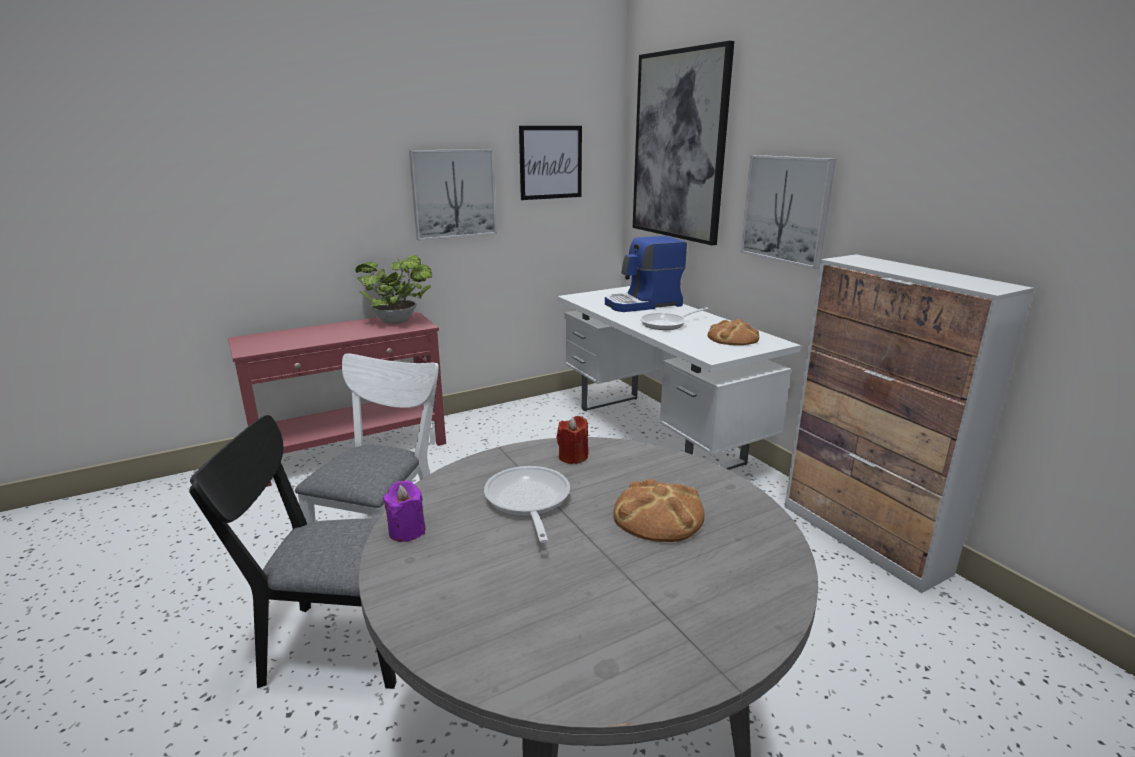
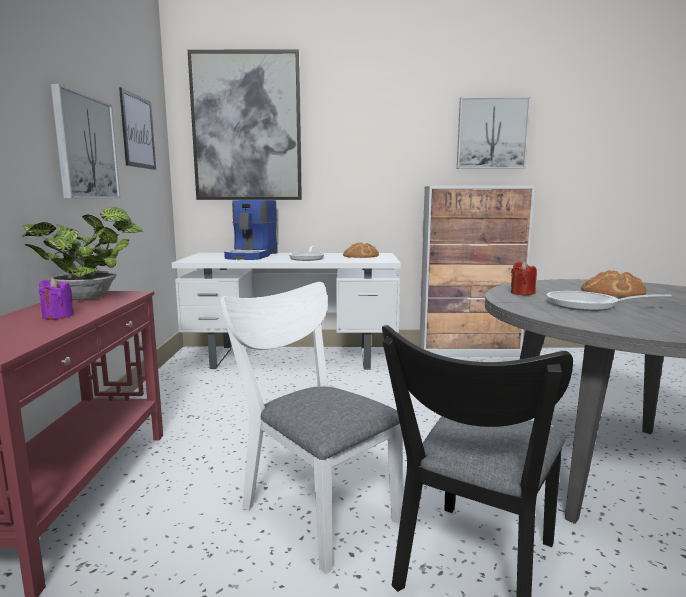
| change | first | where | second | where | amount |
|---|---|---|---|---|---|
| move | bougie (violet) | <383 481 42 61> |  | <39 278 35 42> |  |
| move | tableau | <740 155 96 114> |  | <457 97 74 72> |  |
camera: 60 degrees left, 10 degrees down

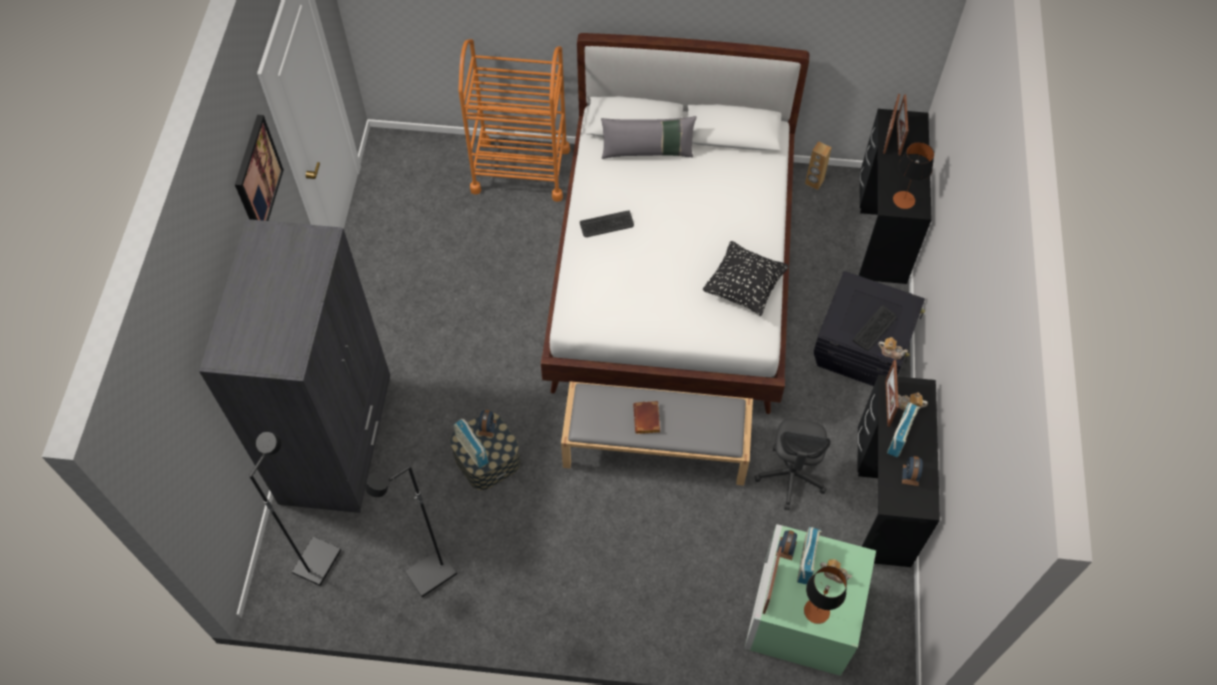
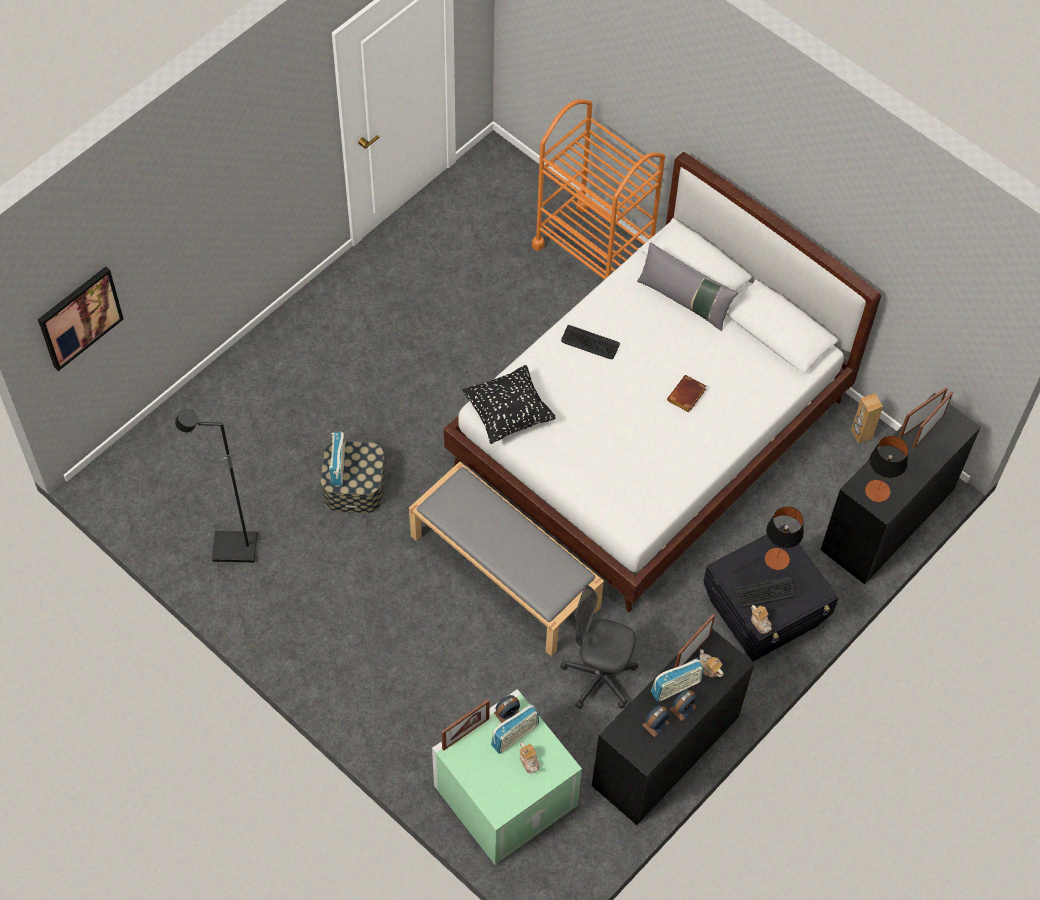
| change | first | where | second | where | amount |
|---|---|---|---|---|---|
| delete | armoire (gris) | <199 219 191 294> |  |  |  |
| delete | lampadaire (noir) | <249 432 92 154> |  |  |  |
| move | tableau | <235 115 49 106> |  | <38 267 85 104> |  |
| move | réveil | <478 410 19 27> |  | <669 689 28 32> |  |
| move | livre (marron) | <633 401 27 33> |  | <667 375 39 37> |  |
| move | coussin (noir) | <702 241 87 75> |  | <463 365 93 79> |  |
| move | lampe de table | <804 566 43 58> |  | <765 507 39 63> |  |
| rotate | chaise de bureau (gris) | <755 418 76 92> |  | <560 585 78 124> | 60 degrees clockwise |
camera: 35 degrees right, 0 degrees up

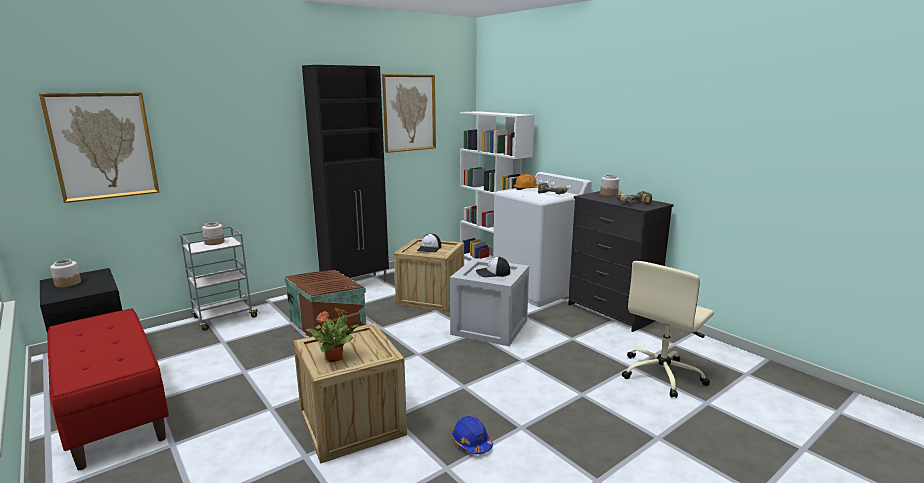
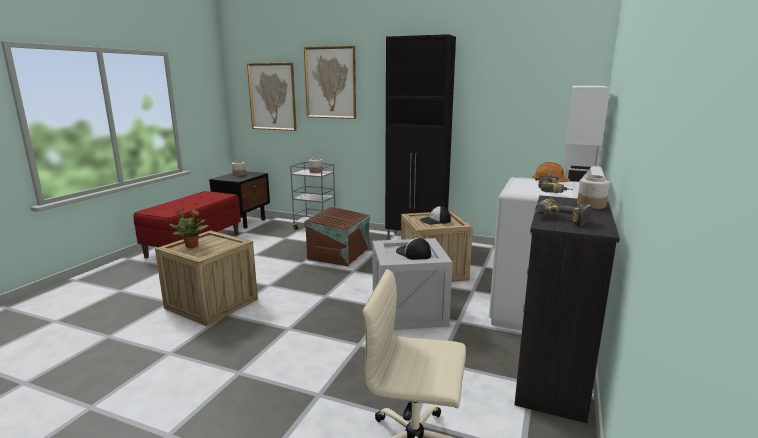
| change | first | where | second | where | amount |
|---|---|---|---|---|---|
| delete | casque de chantier (bleu) | <452 416 41 38> |  |  |  |
| move | tableau | <382 74 54 79> |  | <304 46 52 73> |  |
camera: 60 degrees right, 0 degrees up

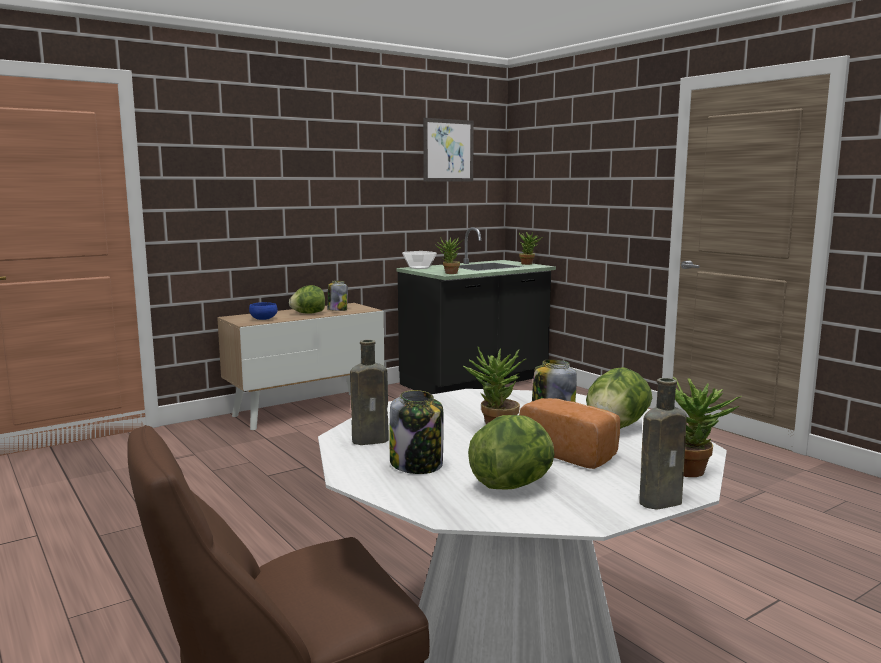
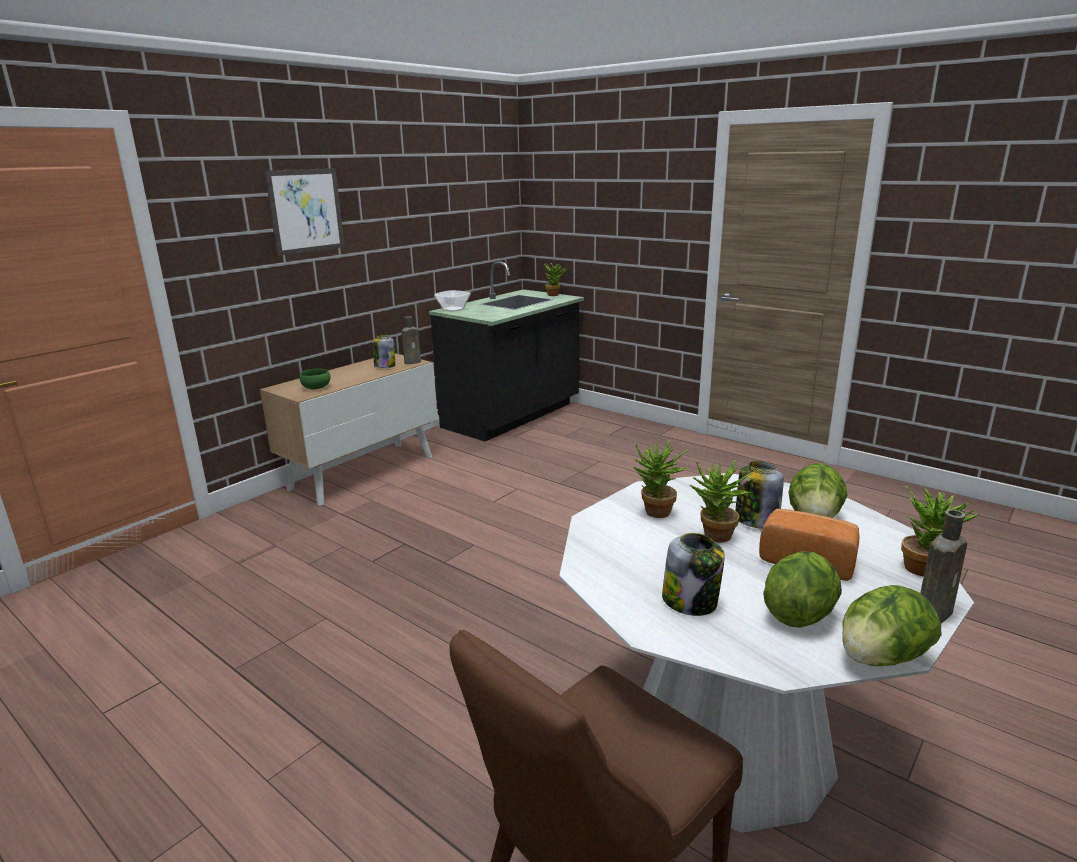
| change | first | where | second | where | amount |
|---|---|---|---|---|---|
| move | laitue | <289 285 36 29> |  | <842 585 99 81> |  |
| move | bouteille (marron) | <350 340 39 105> |  | <402 316 19 48> |  |
| move | tableau | <423 118 51 64> |  | <265 168 80 88> |  |
| move | plante en pot | <436 237 27 37> |  | <633 440 56 78> |  |
| recolor | bol (bleu) | <249 302 29 18> | bol (vert) | <299 369 32 21> |  |
camera: 15 degrees left, 10 degrees up

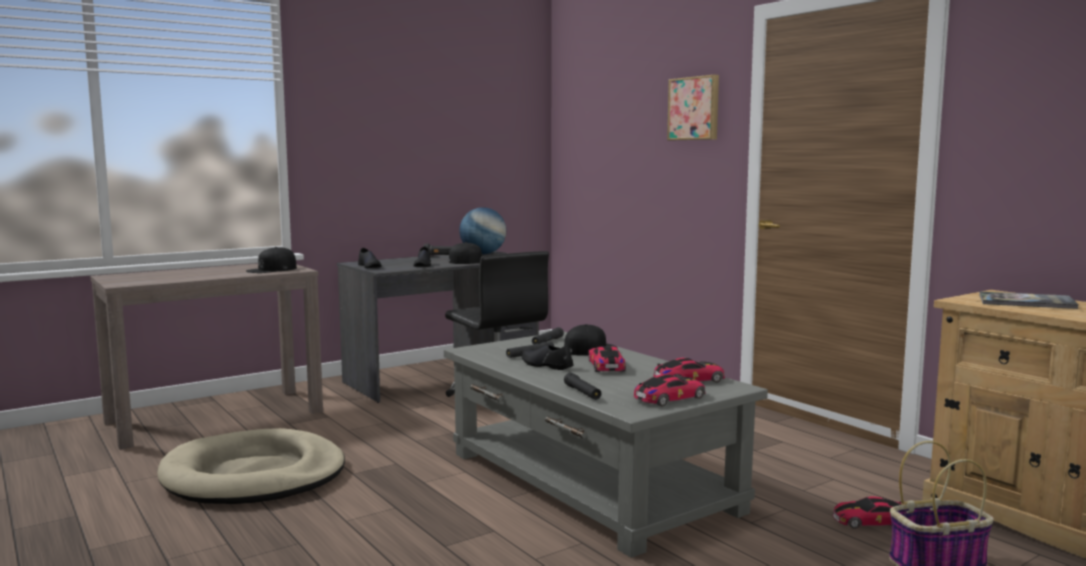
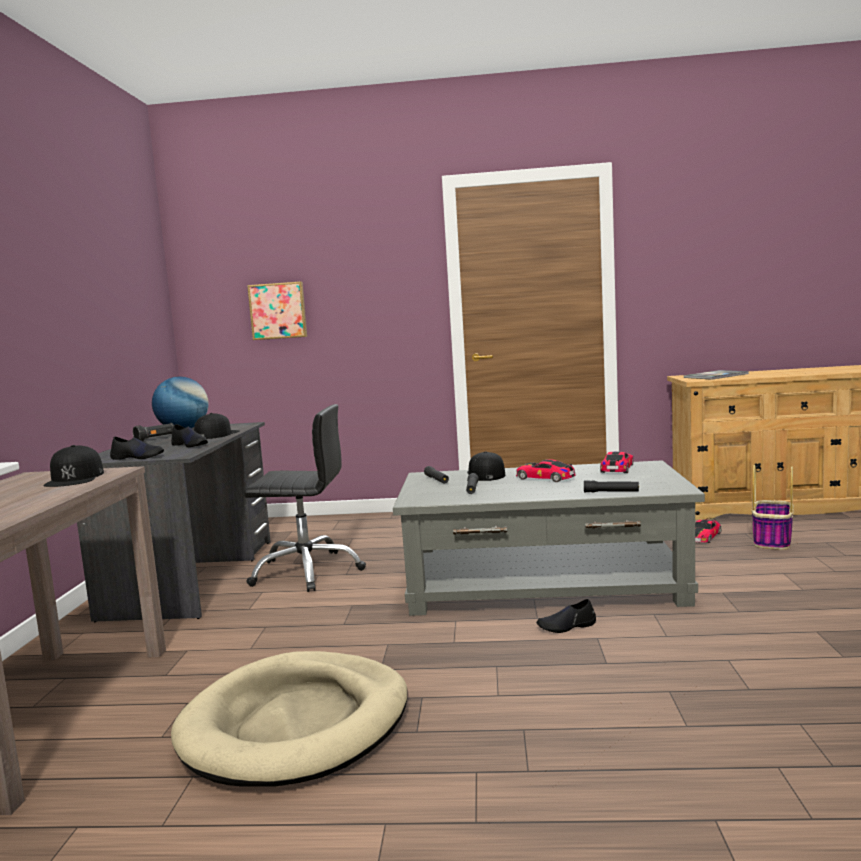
| change | first | where | second | where | amount |
|---|---|---|---|---|---|
| delete | petite voiture | <634 374 72 33> |  |  |  |
| move | chaussure (noir) | <522 345 51 25> |  | <536 599 60 34> |  |
| move | tableau | <667 75 52 65> |  | <247 281 60 59> |  |
camera: 50 degrees left, 0 degrees up

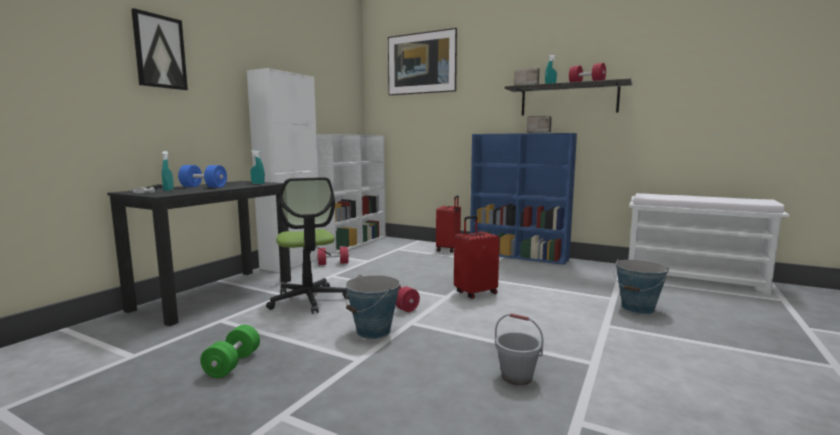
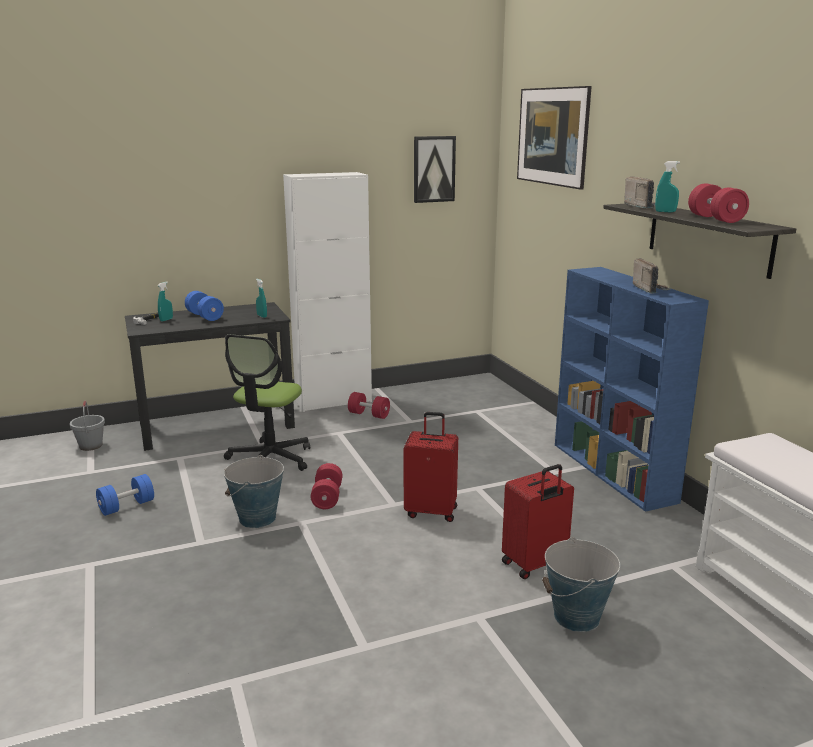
| change | first | where | second | where | amount |
|---|---|---|---|---|---|
| delete | bibliothèque (blanc) | <316 134 70 120> |  |  |  |
| move | tableau | <131 8 57 82> |  | <414 136 42 67> |  |
| move | valise (rouge) | <436 195 25 58> |  | <502 464 72 115> |  |
| move | seau (gris) | <495 313 48 72> |  | <70 401 35 50> |  |
| recolor | haltère (vert) | <200 325 60 53> | haltère (bleu) | <96 474 58 42> |  |
camera: 40 degrees right, 10 degrees up

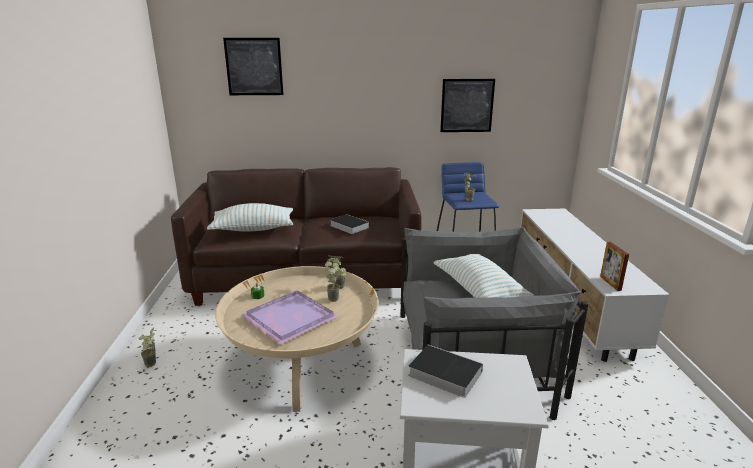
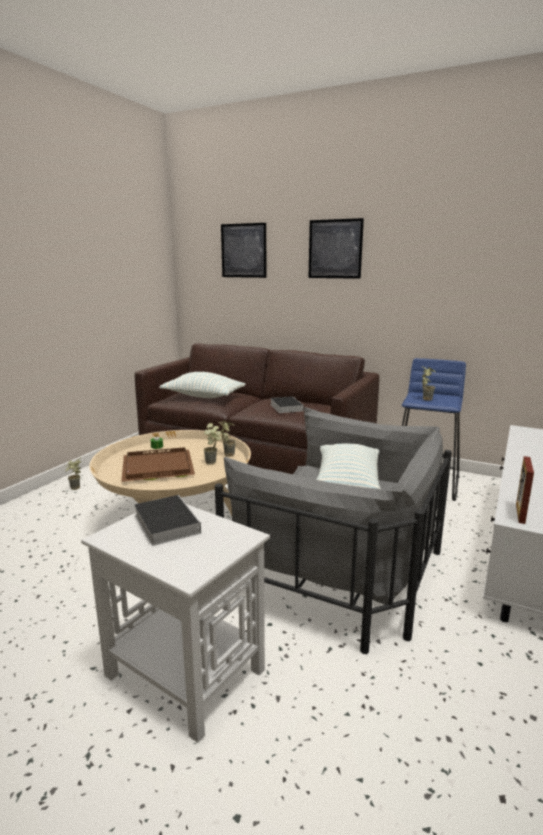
| change | first | where | second | where | amount |
|---|---|---|---|---|---|
| move | tableau | <440 79 55 53> |  | <309 218 55 61> |  |
| recolor | plateau (violet) | <241 290 98 55> | plateau (marron) | <121 447 74 35> |  |
camera: 30 degrees right, 5 degrees down

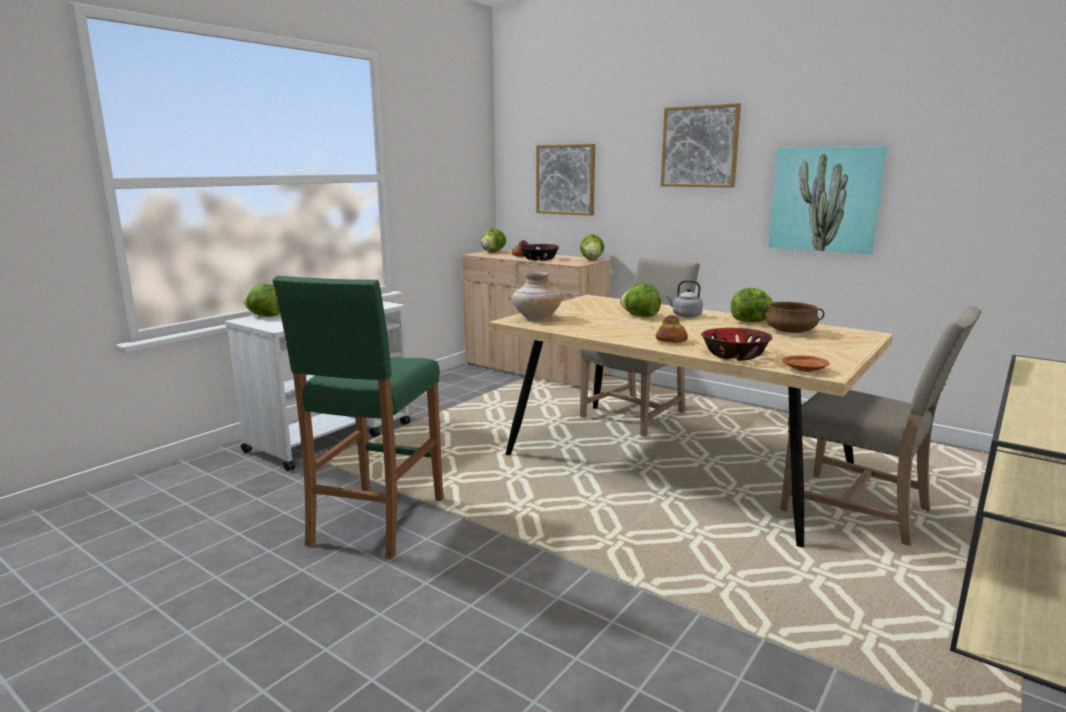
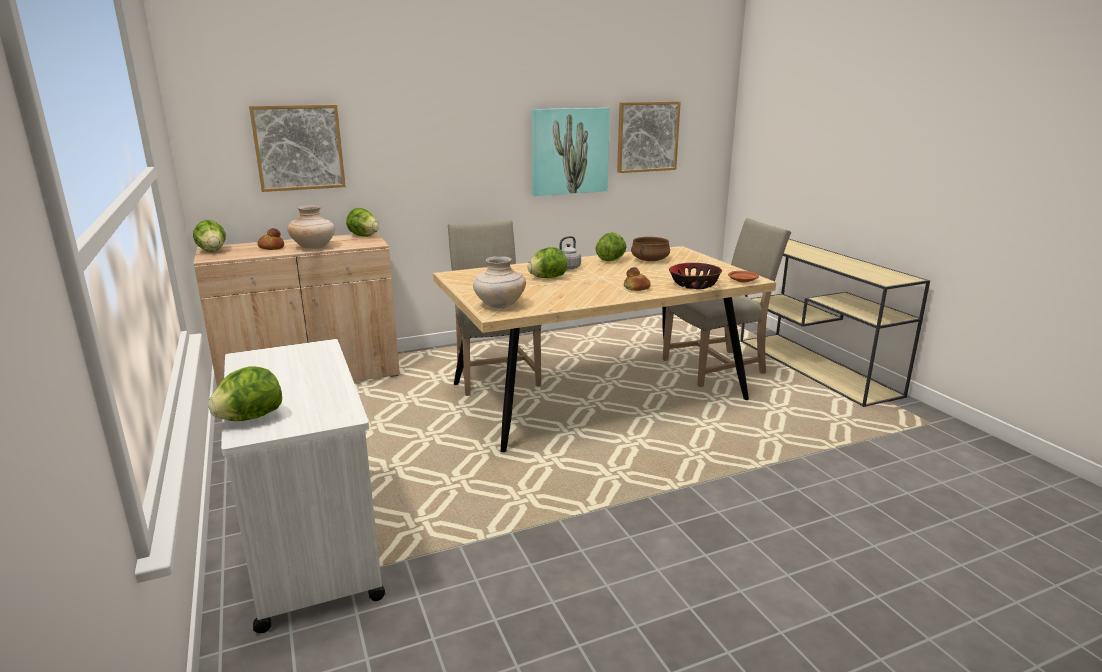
| change | first | where | second | where | amount |
|---|---|---|---|---|---|
| delete | tabouret (vert) | <272 276 171 283> |  |  |  |
| move | tableau | <661 103 80 85> |  | <617 101 64 72> |  |
| replace | bol | <520 244 39 17> | vase (beige) | <287 205 48 44> |  |
camera: 60 degrees left, 5 degrees up

